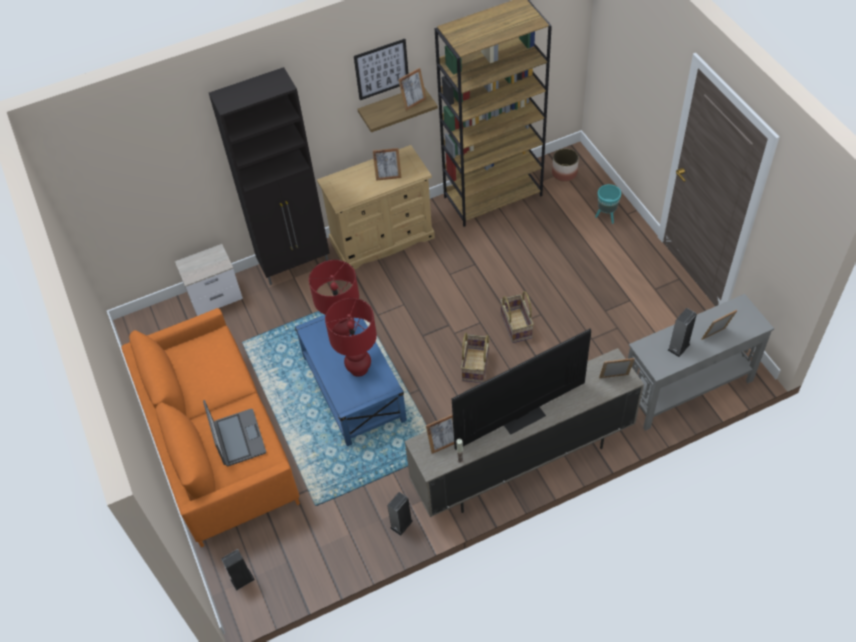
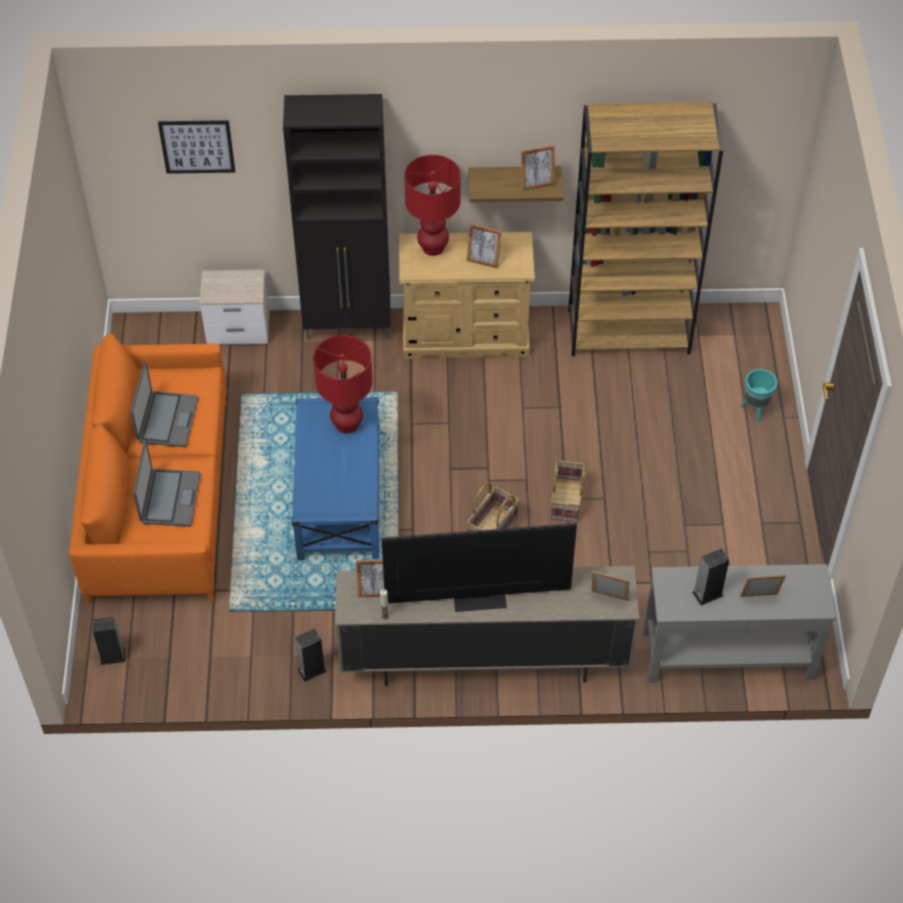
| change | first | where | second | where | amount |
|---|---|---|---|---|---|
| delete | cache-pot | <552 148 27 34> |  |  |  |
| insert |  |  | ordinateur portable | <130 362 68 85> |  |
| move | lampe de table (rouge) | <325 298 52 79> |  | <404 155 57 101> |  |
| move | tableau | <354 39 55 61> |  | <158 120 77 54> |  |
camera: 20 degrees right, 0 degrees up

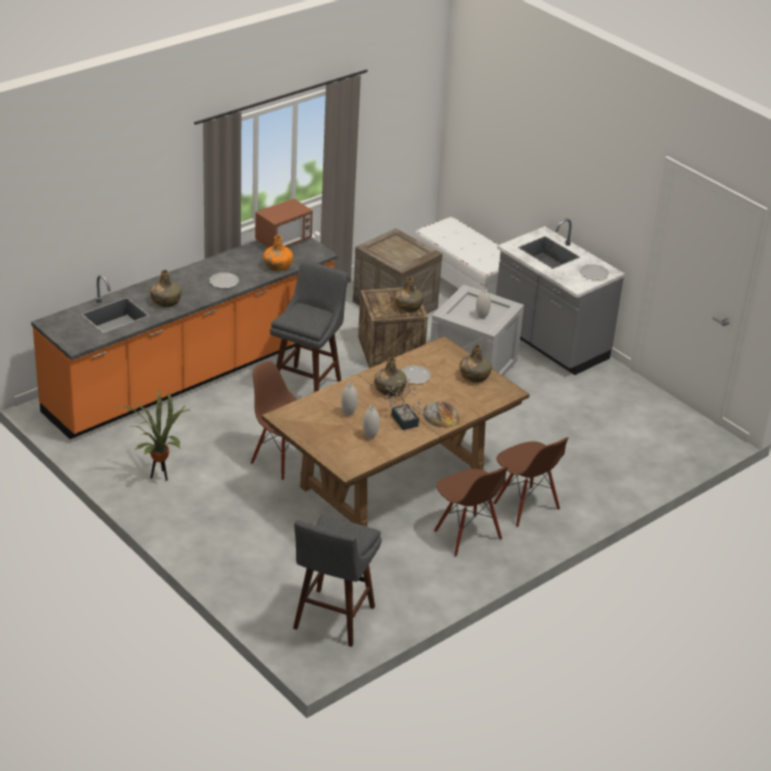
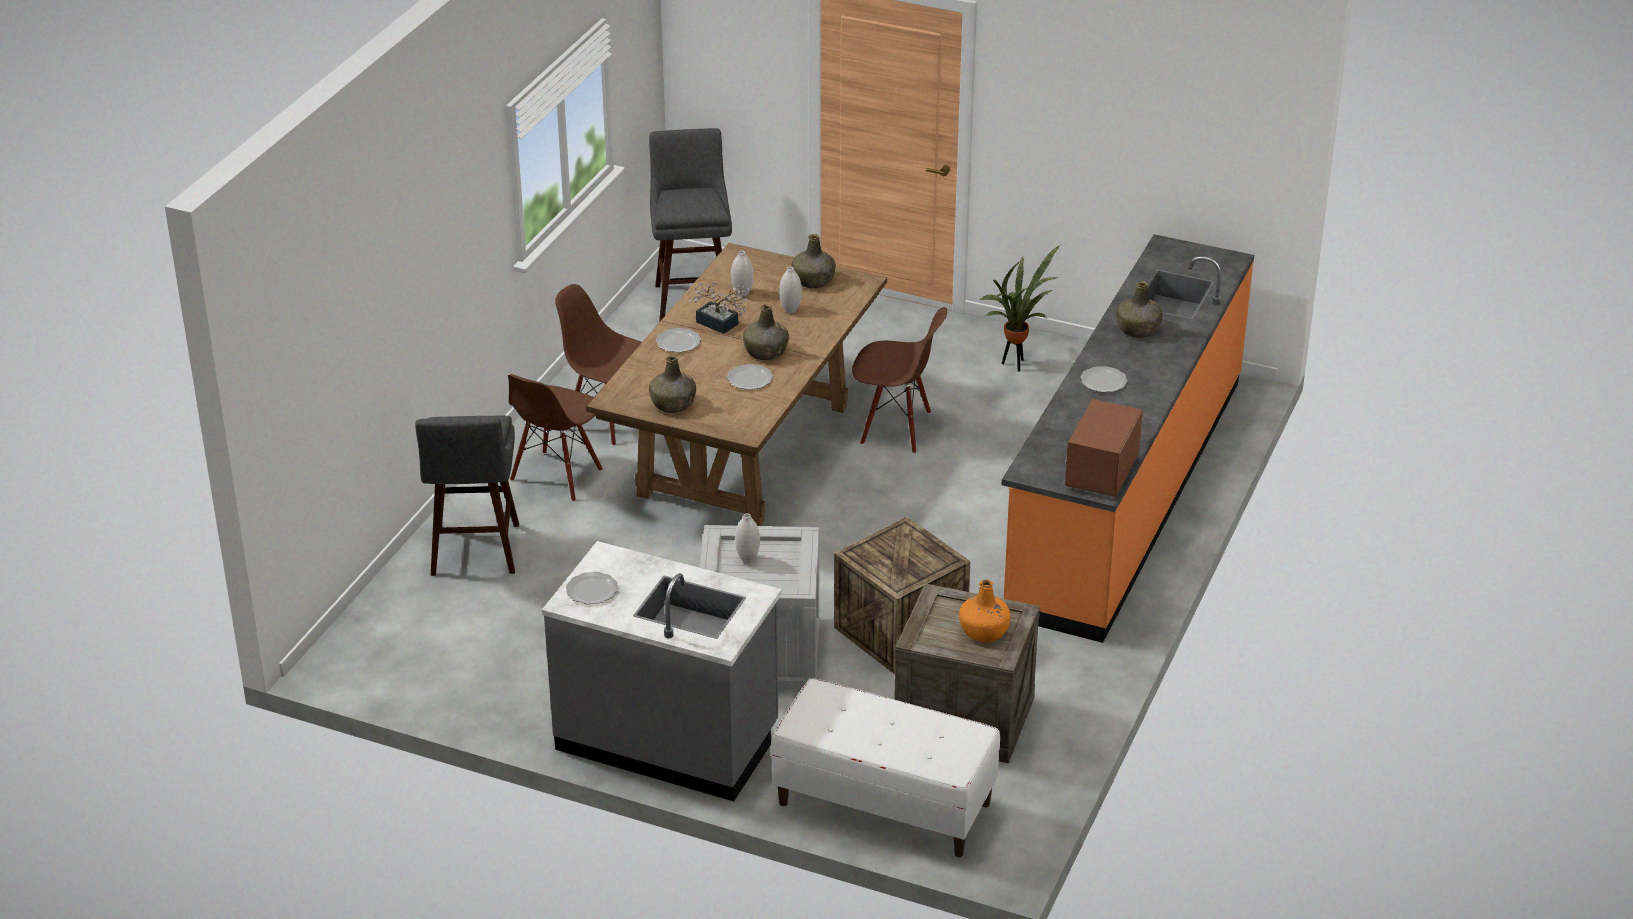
| change | first | where | second | where | amount |
|---|---|---|---|---|---|
| move | bouteille (orange) | <263 235 30 36> |  | <959 579 52 63> |  |
| move | tabouret (gris) | <270 260 78 132> |  | <415 416 104 160> |  |
| move | bouteille (vert) | <394 277 29 35> |  | <792 234 44 54> |  |
| replace | pain | <423 402 36 26> | assiette | <656 328 45 25> |  |
| rotate | chaise (marron) | <493 437 76 90> |  | <508 374 95 128> | 90 degrees counterclockwise |
camera: 155 degrees right, 0 degrees up

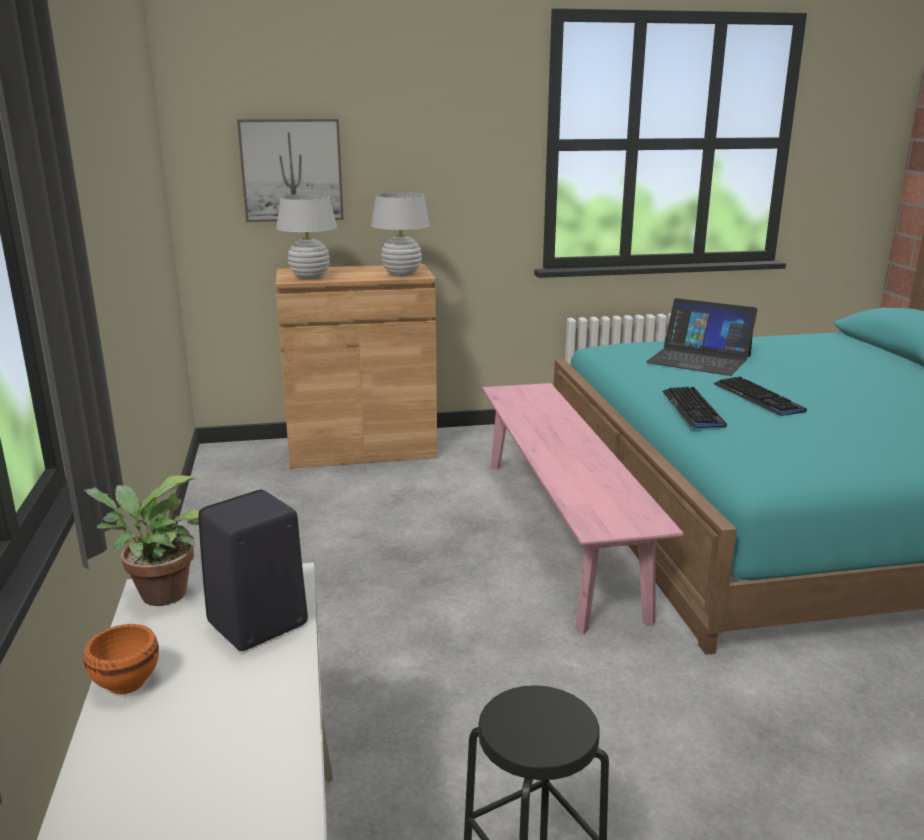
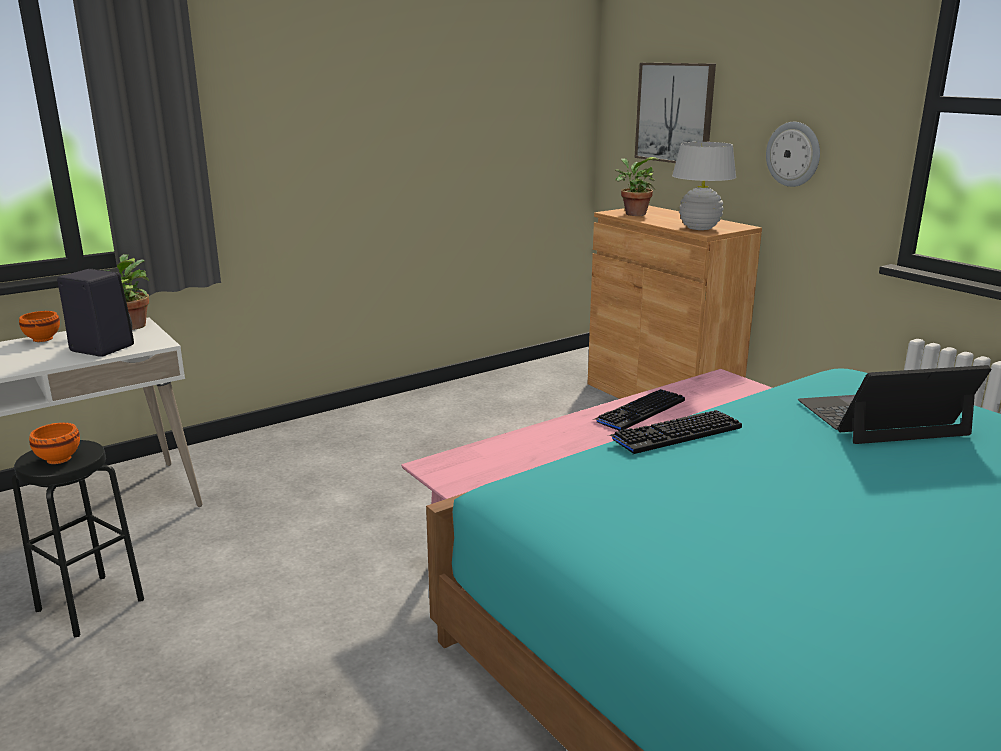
| change | first | where | second | where | amount |
|---|---|---|---|---|---|
| insert |  |  | bol (orange) | <29 423 51 41> |  |
| insert |  |  | horloge murale | <766 122 54 65> |  |
| move | clavier | <714 376 93 40> |  | <592 389 93 42> |  |
| replace | lampe de table (blanc) | <276 194 61 85> | plante en pot | <615 157 43 59> |  |
| rotate | ordinateur portable | <646 298 111 78> |  | <798 365 193 79> | 75 degrees clockwise |
camera: 65 degrees right, 0 degrees up

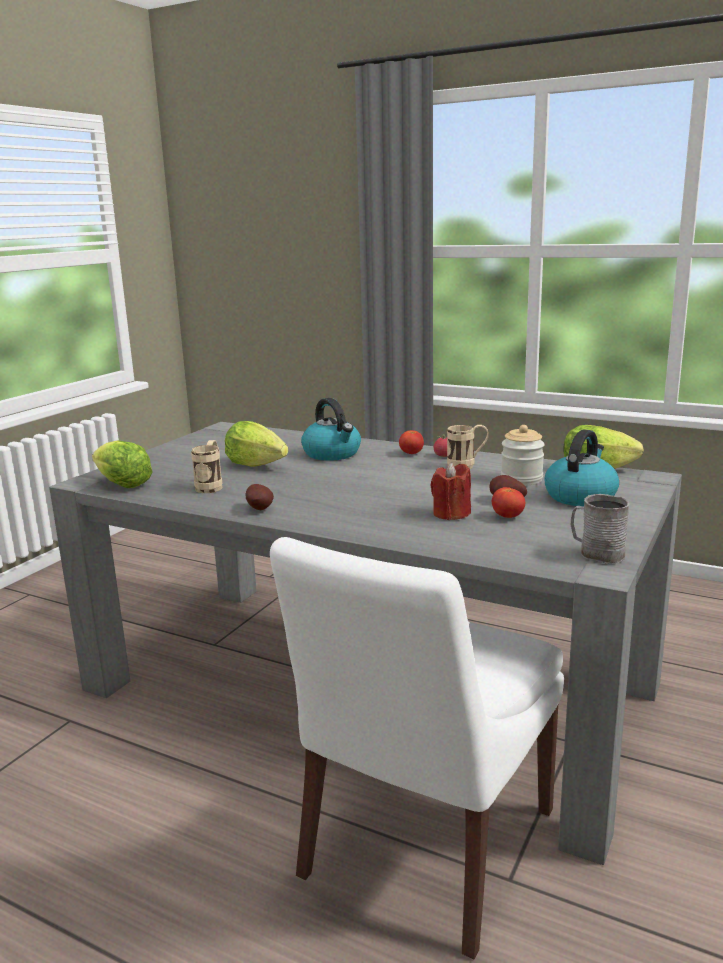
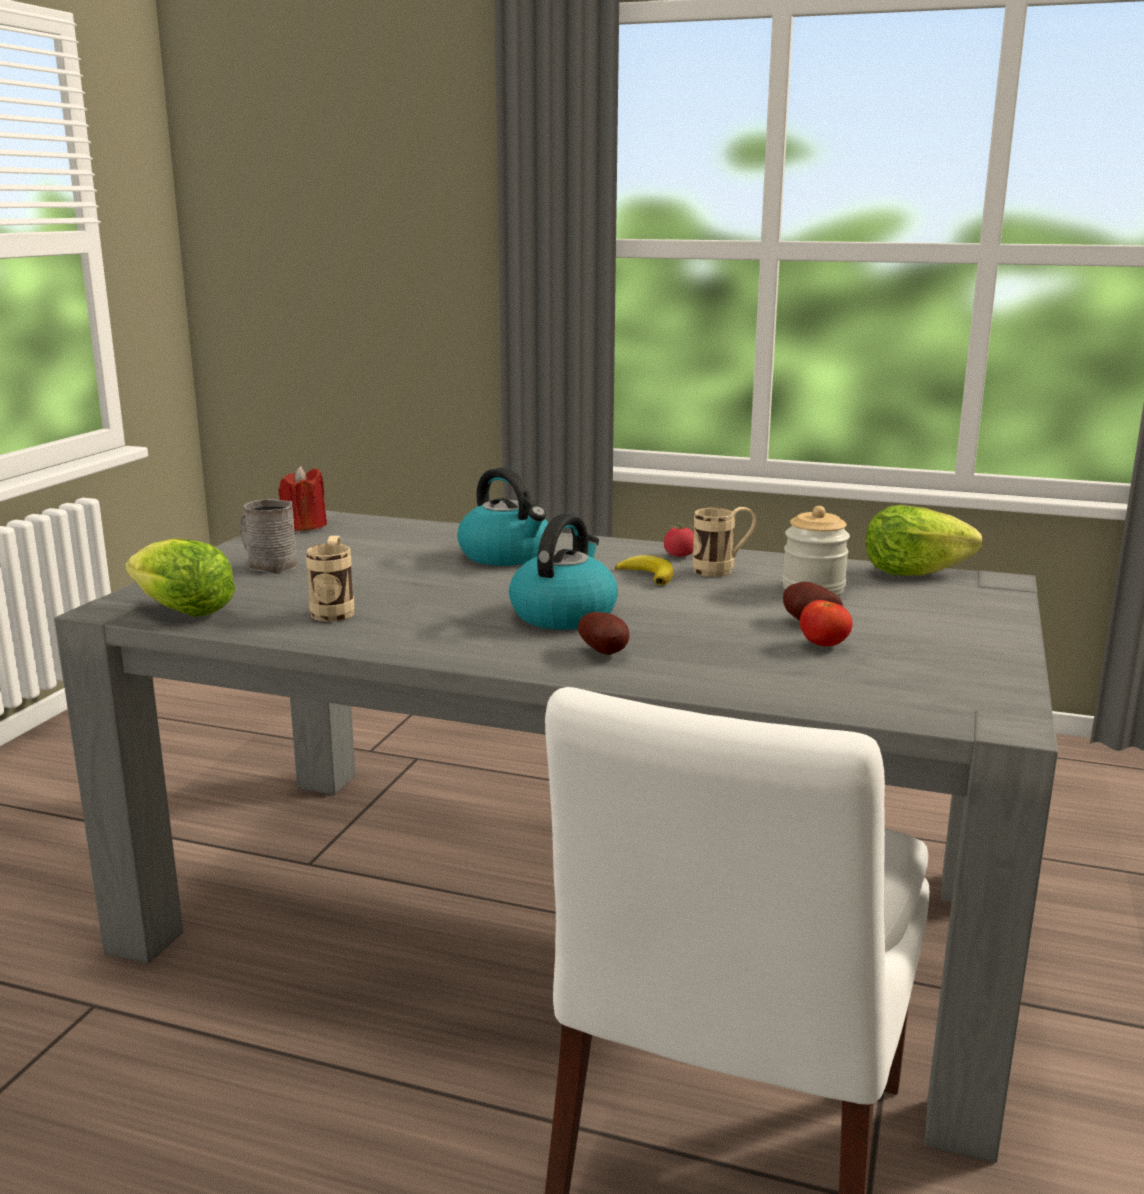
| change | first | where | second | where | amount |
|---|---|---|---|---|---|
| delete | laitue | <225 421 63 46> |  |  |  |
| delete | tomate | <399 430 25 24> |  |  |  |
| insert |  |  | banane | <615 555 59 30> |  |
| move | pomme de terre | <246 484 28 26> |  | <578 612 51 43> |  |
| move | bougie (rouge) | <431 462 40 58> |  | <278 466 49 65> |  |
| move | bouilloire | <545 430 74 77> |  | <509 513 109 117> |  |
| move | mug (gris) | <571 494 58 70> |  | <240 499 57 74> |  |
camera: 10 degrees left, 0 degrees up

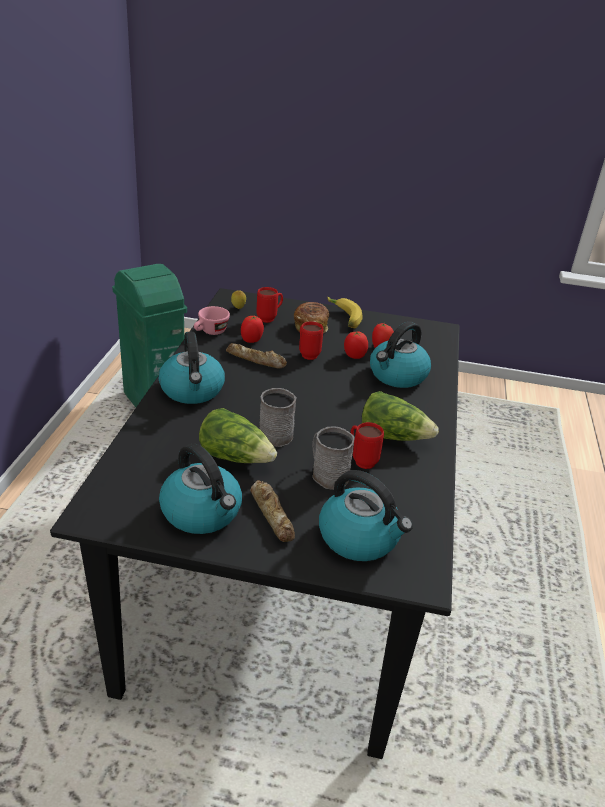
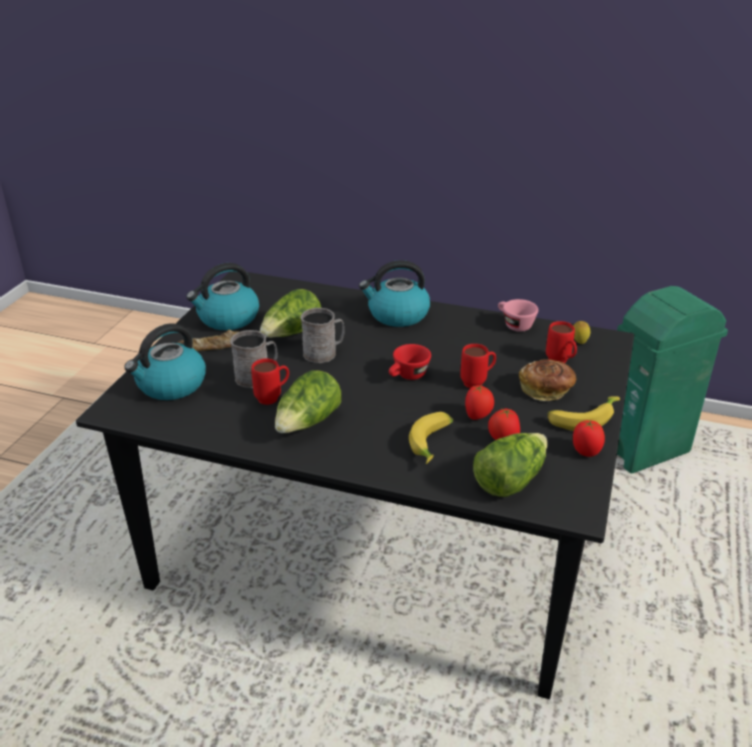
| change | first | where | second | where | amount |
|---|---|---|---|---|---|
| delete | pain | <226 343 61 26> |  |  |  |
| insert |  |  | tasse (rouge) | <389 344 42 36> |  |
| insert |  |  | laitue | <473 433 74 64> |  |
| move | tomate | <241 316 23 27> |  | <573 420 32 37> |  |
| replace | bouilloire | <370 321 61 67> | banane | <409 412 44 52> |  |
camera: 100 degrees right, 0 degrees up

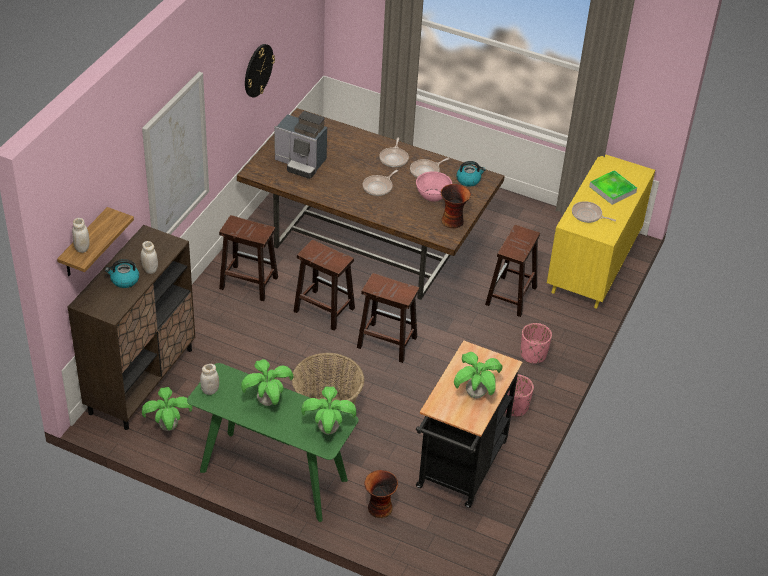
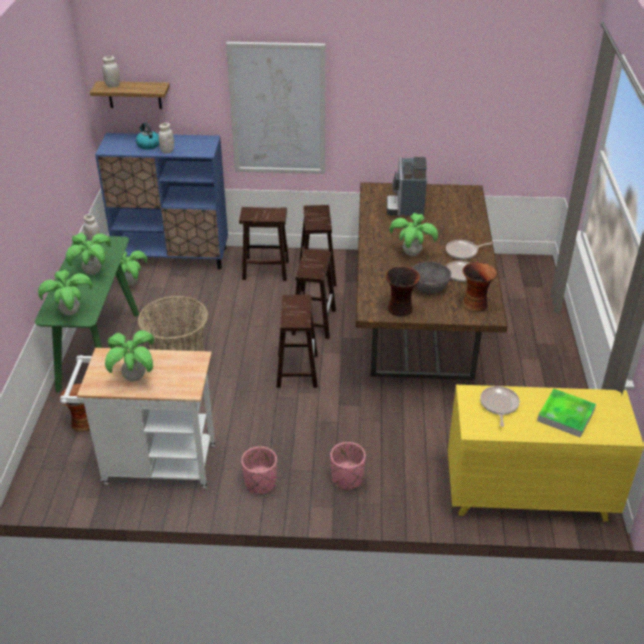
| change | first | where | second | where | amount |
|---|---|---|---|---|---|
| delete | horloge murale | <245 44 30 54> |  |  |  |
| move | tabouret (marron) | <485 225 55 92> |  | <239 207 50 74> |  |
| replace | poêle | <363 170 35 26> | plante en pot | <389 213 49 43> |  |
| replace | bouilloire | <457 161 29 26> | vase | <462 262 35 50> |  |
| recolor | meuble de rangement (marron) | <68 225 127 205> | meuble de rangement (bleu) | <95 133 133 137> |  |
| recolor | bol (rose) | <416 171 36 31> | bol (gris) | <412 262 39 32> |  |
| recolor | chariot (noir) | <416 340 106 168> | chariot (blanc) | <60 348 155 141> |  |
camera: 70 degrees right, 5 degrees down

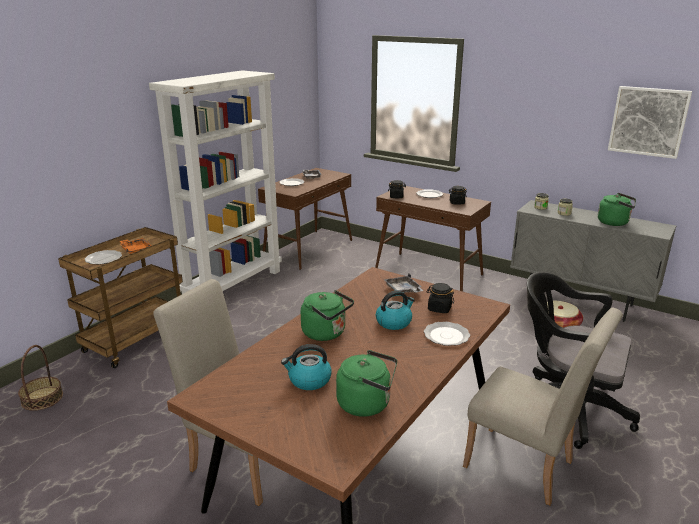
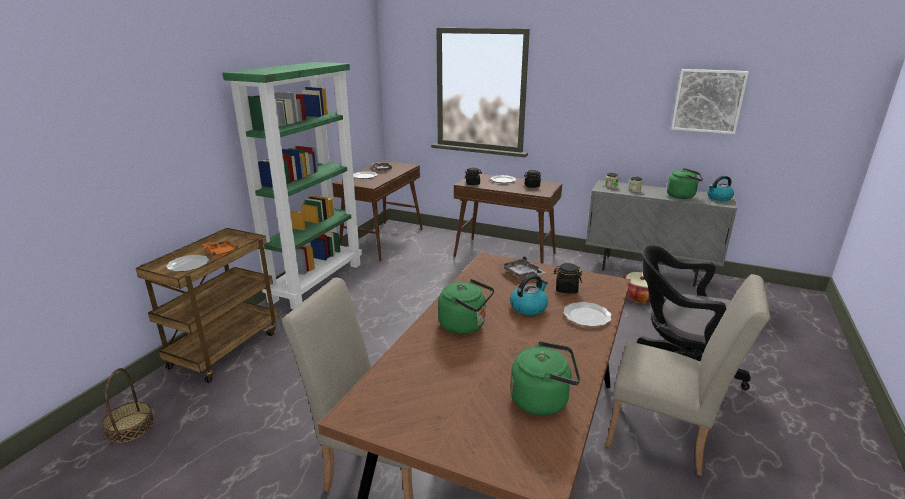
| change | first | where | second | where | amount |
|---|---|---|---|---|---|
| move | bouilloire | <281 344 51 46> |  | <707 176 27 25> |  |
| recolor | bibliothèque (blanc) | <149 70 133 224> | bibliothèque (vert) | <222 62 140 247> |  |
camera: 10 degrees left, 0 degrees up

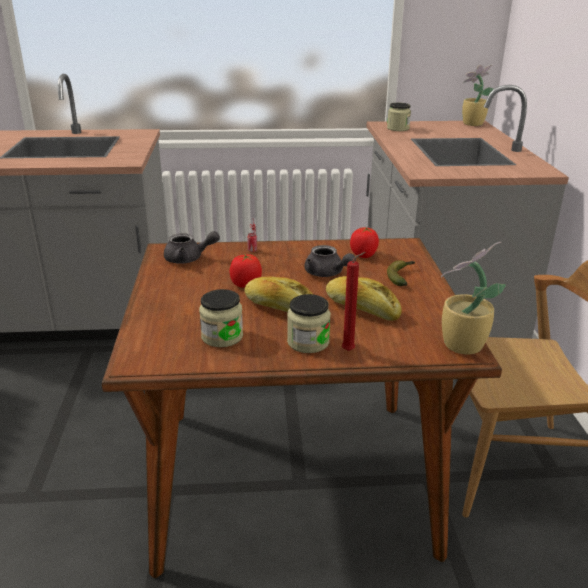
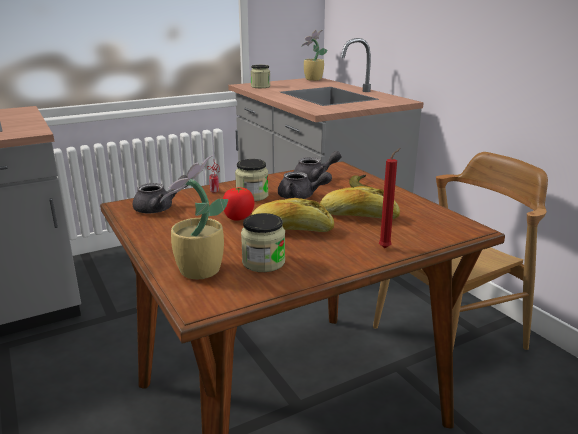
| change | first | where | second | where | amount |
|---|---|---|---|---|---|
| move | bocal | <287 294 44 59> |  | <235 159 34 42> |  |
| move | plante en pot | <441 242 65 112> |  | <160 155 68 124> |  |
| replace | tomate | <350 227 29 31> | théière (gris) | <294 151 47 32> |  |
camera: 25 degrees left, 5 degrees down

